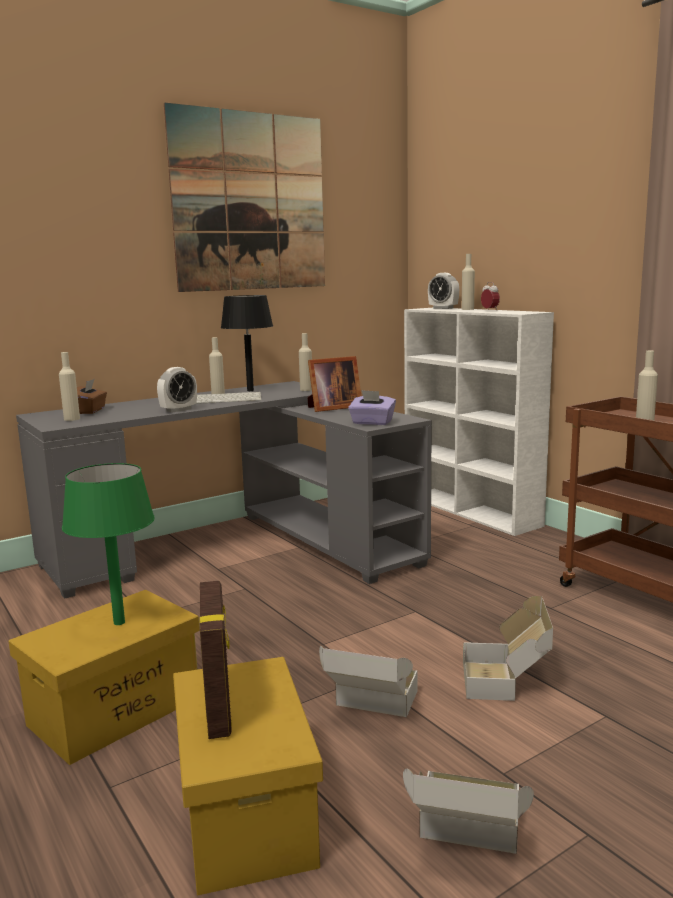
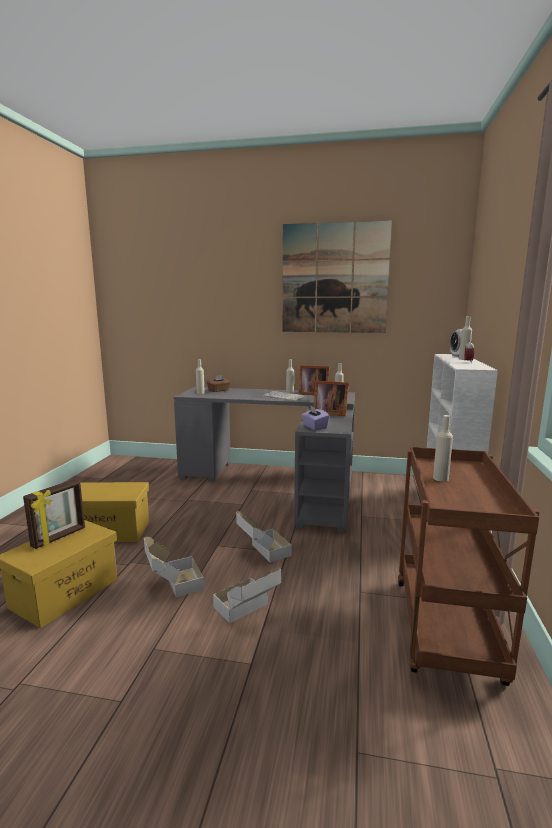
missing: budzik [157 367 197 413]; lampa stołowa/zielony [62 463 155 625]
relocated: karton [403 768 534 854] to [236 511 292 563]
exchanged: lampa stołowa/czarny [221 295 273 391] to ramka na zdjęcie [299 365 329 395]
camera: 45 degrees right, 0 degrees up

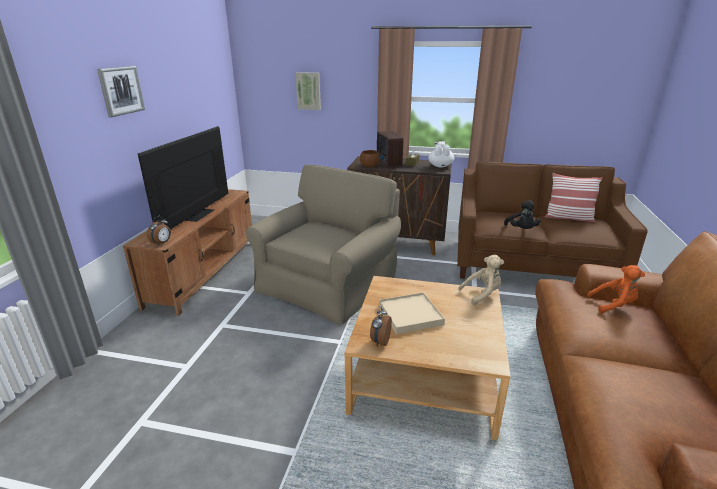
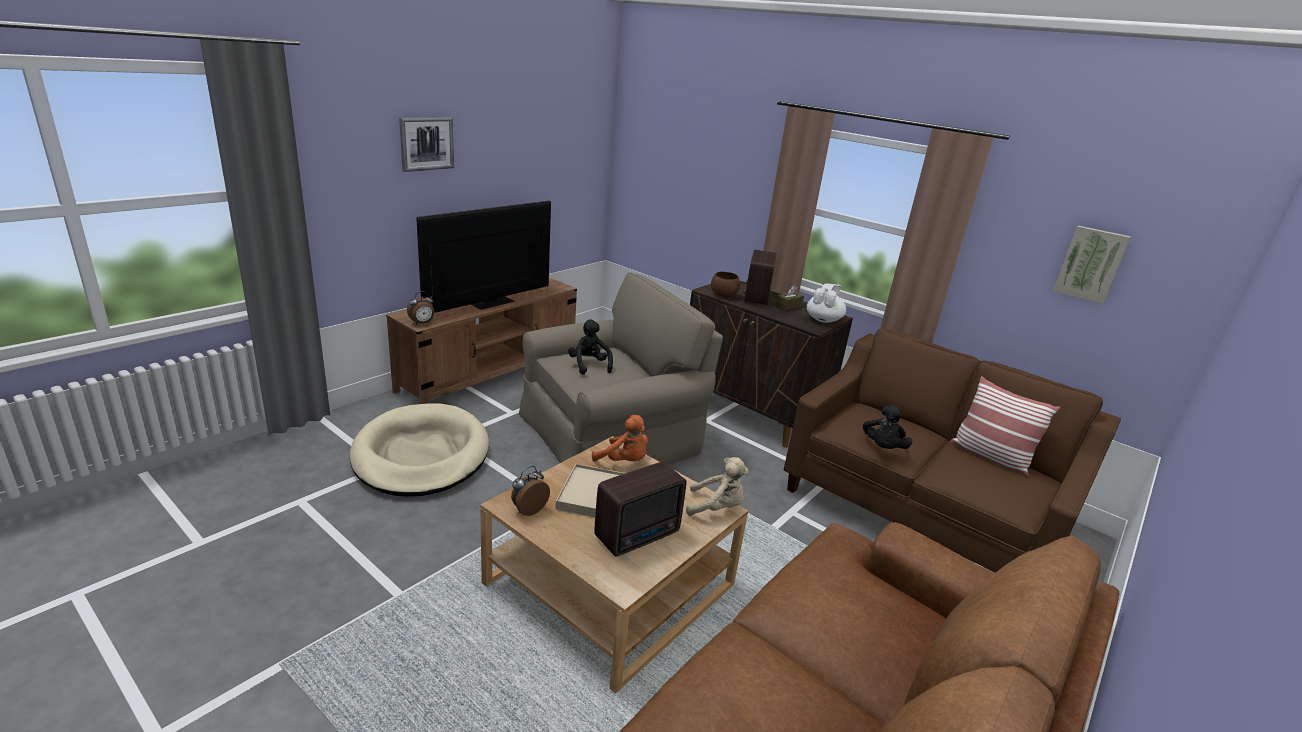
appeared: pluszak/czarny [568 320 613 375]; legowisko/beżowy [350 403 489 497]; radio [594 461 686 557]
relocated: obraz [296 72 321 110] to [1053 226 1131 304]; pluszak/pomarańczowy [587 265 645 313] to [592 415 648 461]
camera: 25 degrees right, 0 degrees up

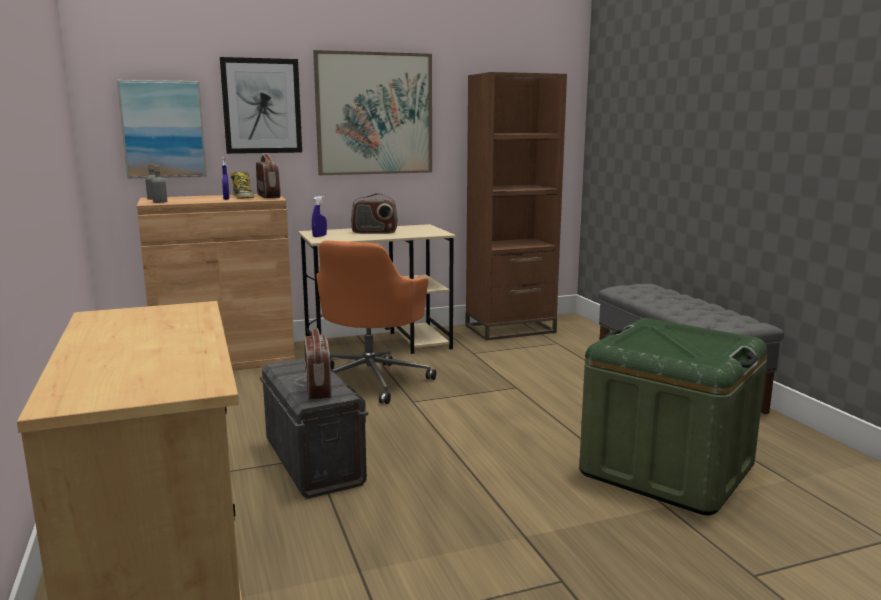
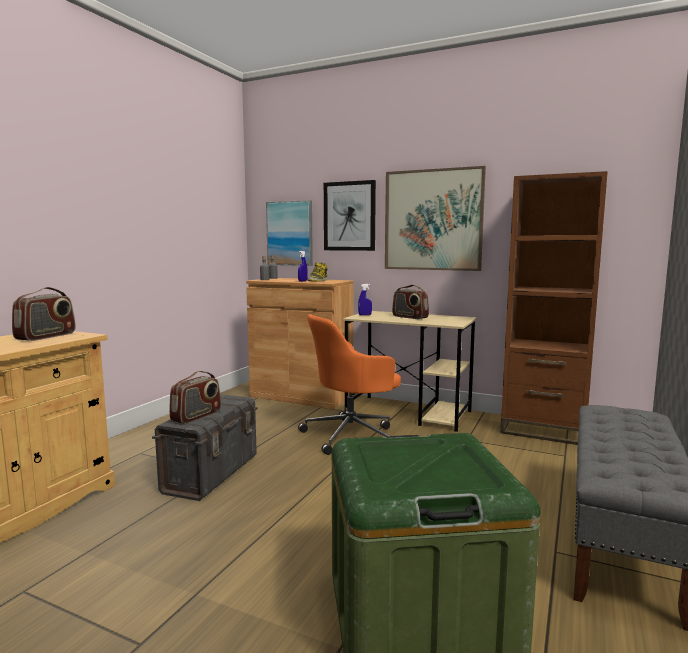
relocated: radio [256 154 281 198] to [12 287 76 341]
camera: 45 degrees right, 5 degrees down

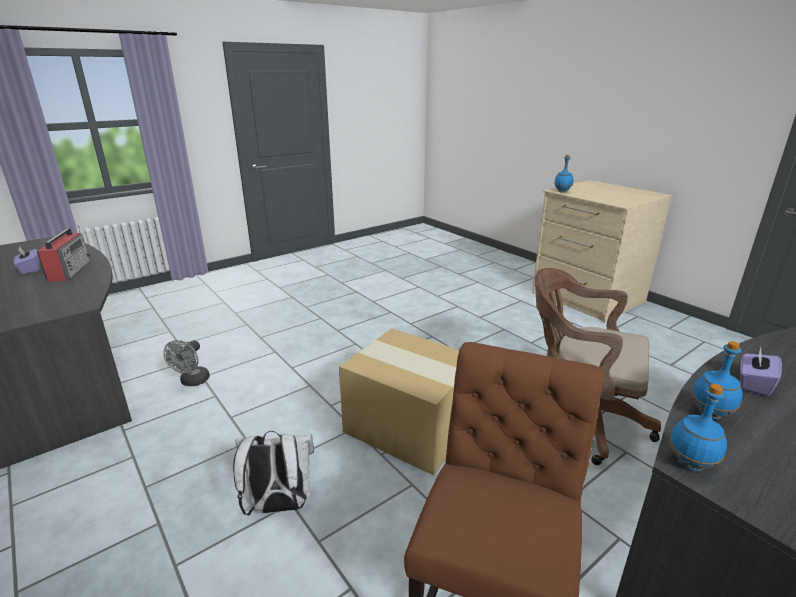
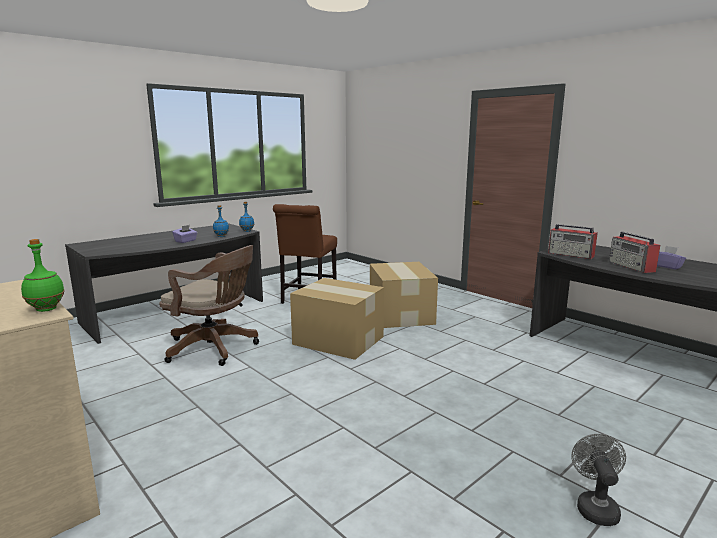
appeared: radio [548 224 598 259]
relocated: wentylator/szary [163 340 210 386] to [571 434 626 526]
exchanged: plecak/biały [233 431 314 515] to karton [370 262 438 328]
colour: butelka/niebieski [554 155 574 193] to butelka/zielony [21 239 65 312]
camera: 175 degrees right, 10 degrees down

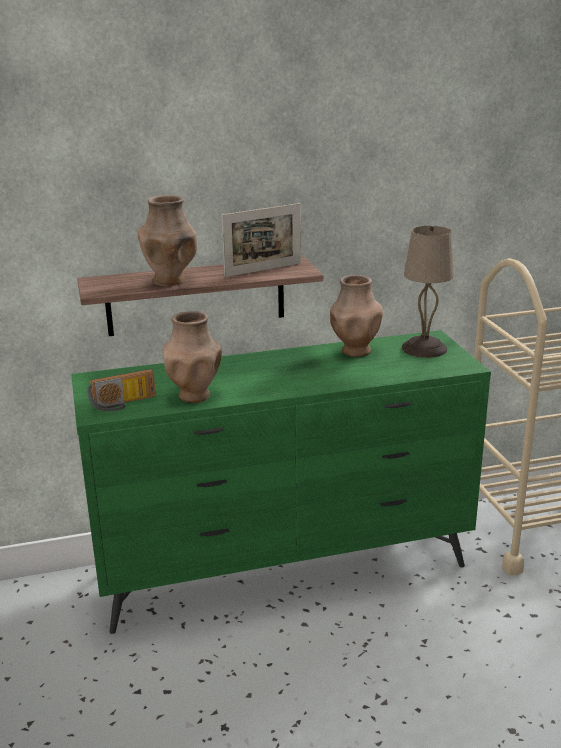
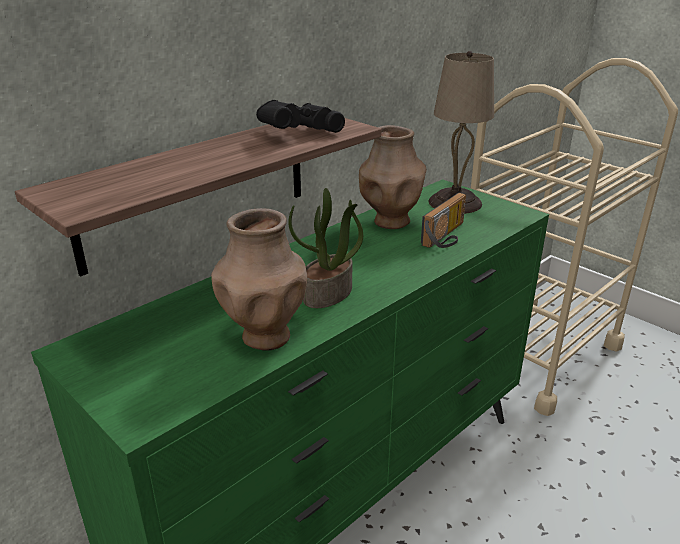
missing: wazon/brązowy [137 195 197 286]
appeared: roślina doniczkowa [289 188 363 308]
relocated: radio [87 369 156 411] to [421 193 466 248]
exchanged: ramka na zdjęcie [222 203 301 277] to lornetka/czarny [256 100 345 133]
camera: 30 degrees left, 5 degrees up

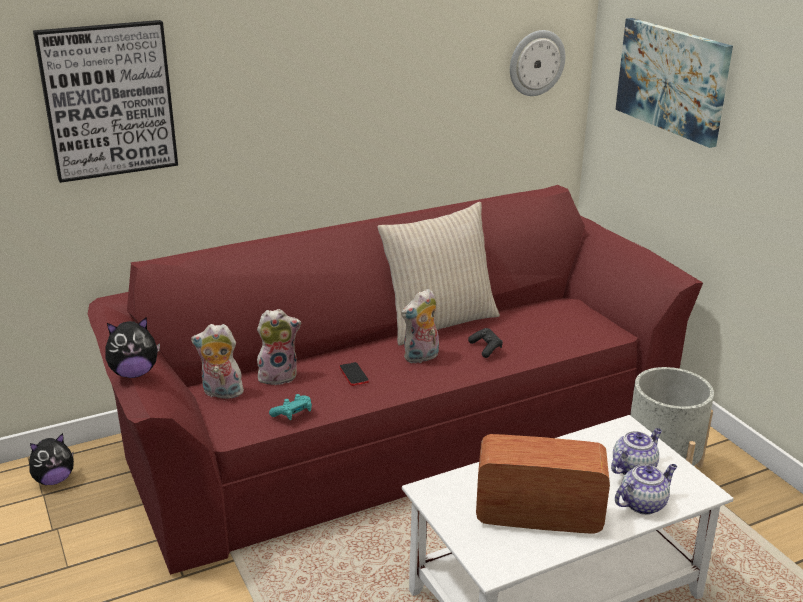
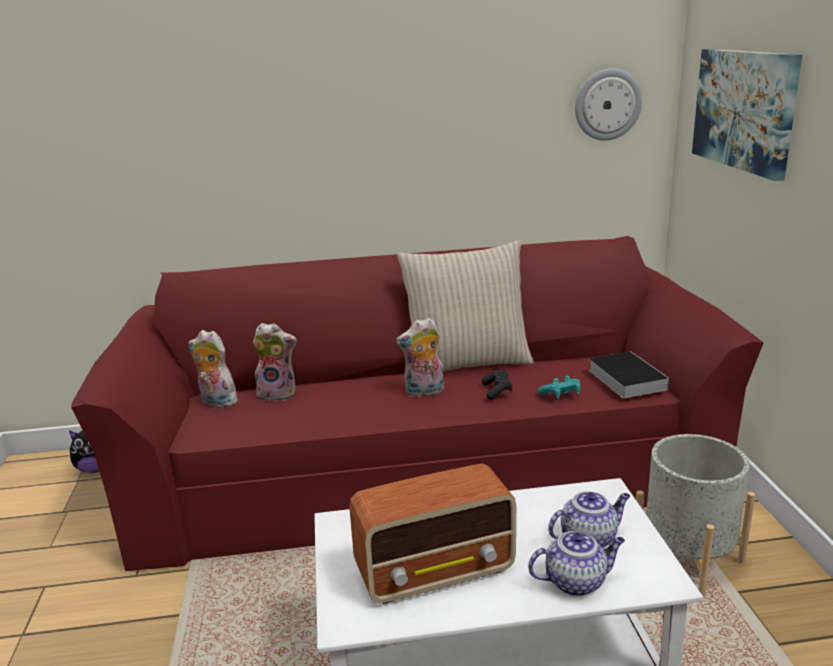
missing: obraz [33 20 178 183]; pluszak [105 317 160 378]; telefon [340 362 369 386]
appeared: książka [589 351 670 398]
relocated: pad do gier/turkusowy [269 394 312 420] to [538 376 581 399]
spun: radio [476 434 610 534] = [349 463 516 604] 135 degrees clockwise
camera: 20 degrees right, 5 degrees down

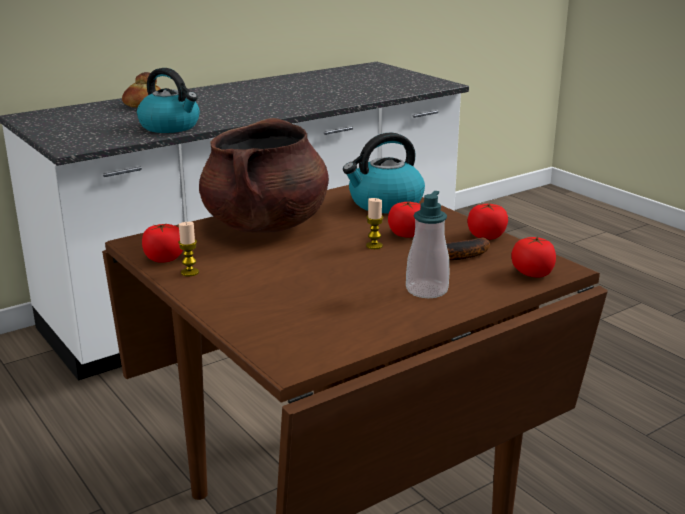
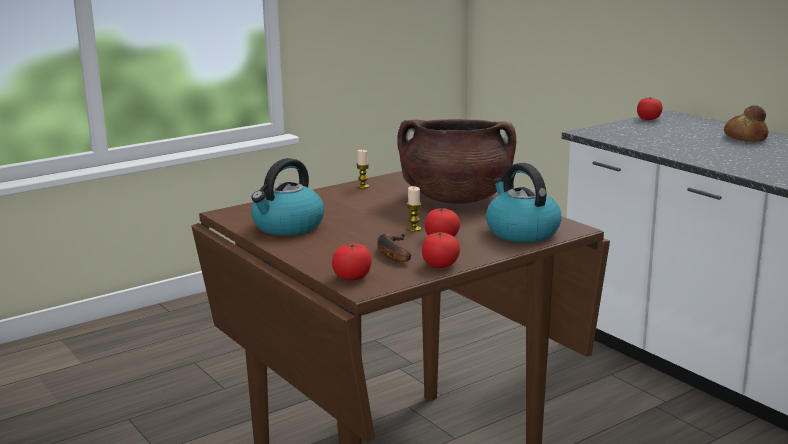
missing: dozownik mydła [406 191 449 298]
relocated: czajnik [137 68 200 133] to [251 158 324 236]; pomidor [142 224 183 263] to [637 97 663 120]
camera: 90 degrees right, 5 degrees down

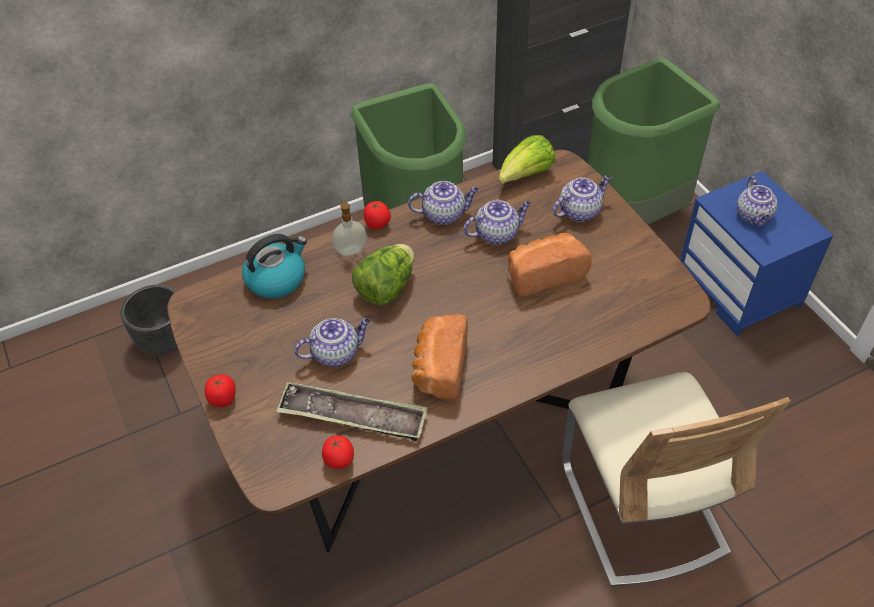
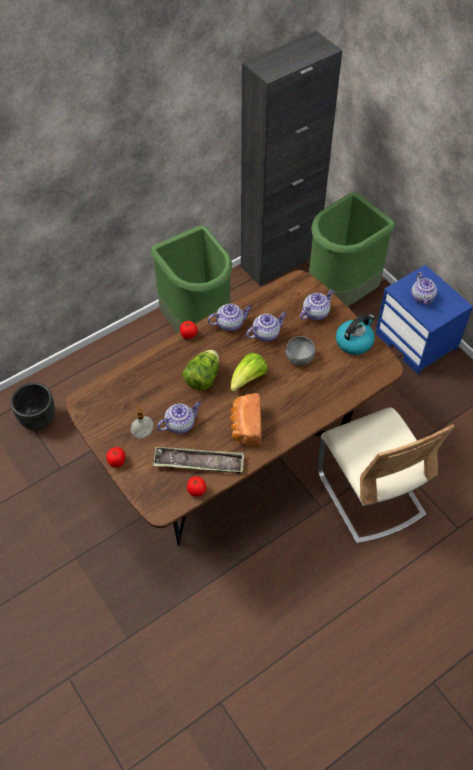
relocated: sałata [499 135 556 184] to [231 353 268 392]; dozownik mydła [332 200 367 256] to [131 406 153 439]; czajnik [242 234 307 299] to [336 314 375 355]
exchanged: chleb [508 233 592 297] to miska/szary [286 336 315 365]
camera: 10 degrees left, 5 degrees up

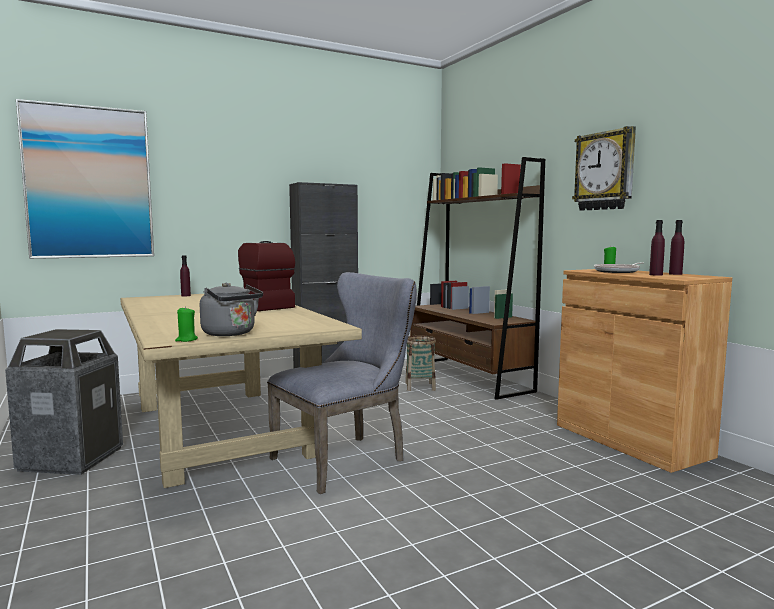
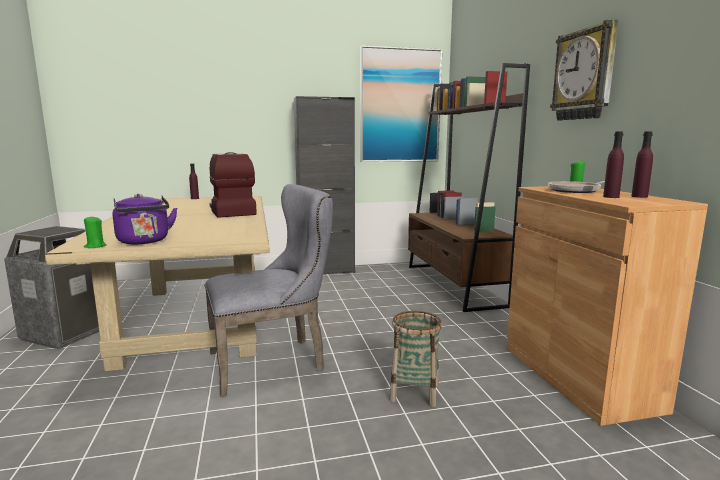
relocated: obraz [16 99 154 259] to [360 45 442 162]; koszyk [405 335 436 391] to [390 311 442 407]
colour: czajnik/szary [200 283 263 336] to czajnik/fioletowy [113 194 177 244]
camera: 15 degrees right, 5 degrees up

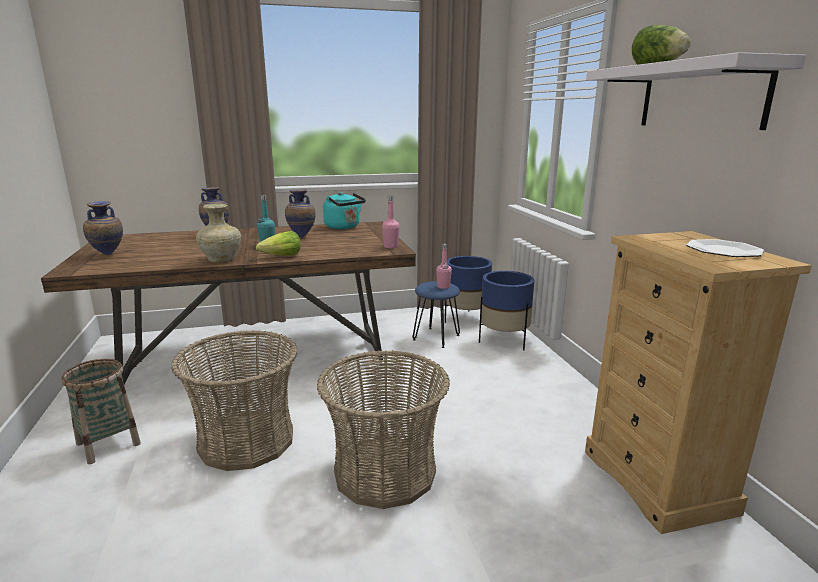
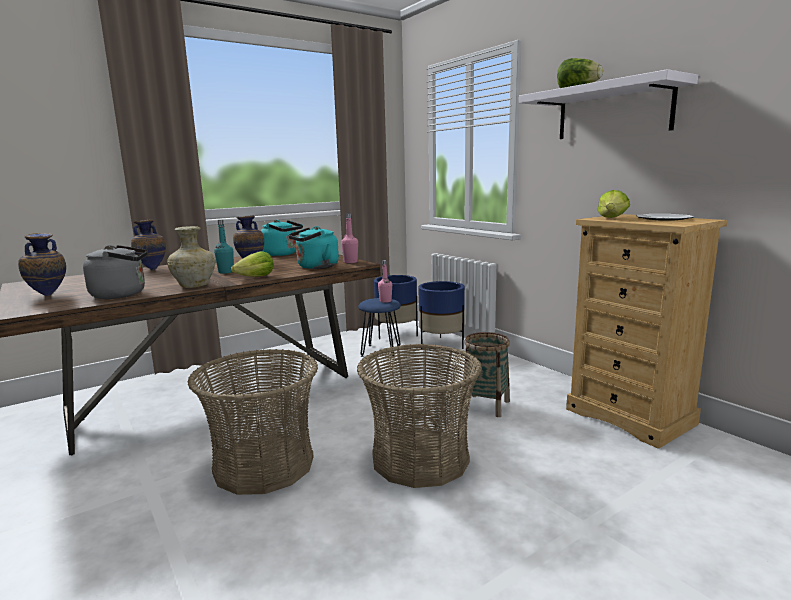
appeared: sałata [598 190 630 218]; czajnik/turkusowy [288 226 339 269]; czajnik/szary [83 245 148 299]
relocated: koszyk [61 359 141 464] to [463 332 510 417]
camera: 20 degrees left, 5 degrees down

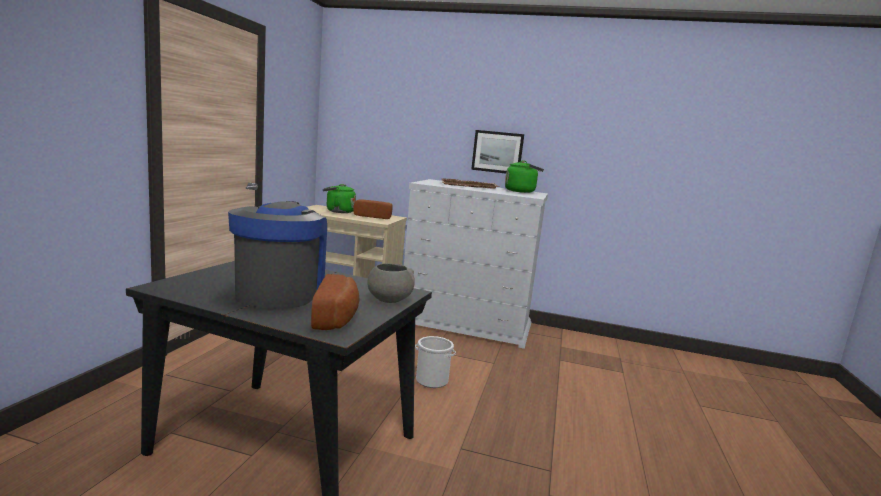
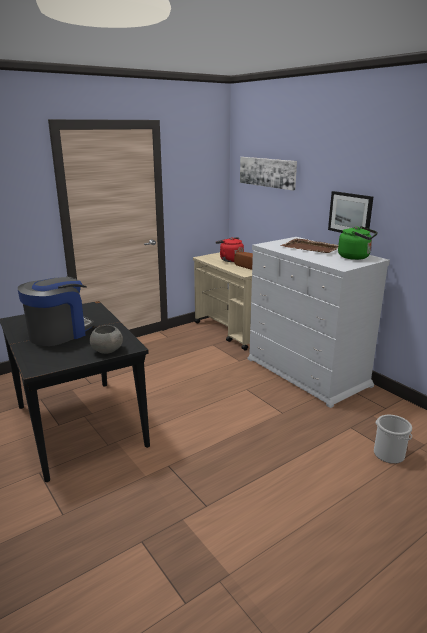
missing: chleb [311 274 360 330]
appeared: obraz [240 157 297 191]
relocated: wiadro [415 336 456 388] to [374 415 412 464]
colour: czajnik/zielony [323 184 356 213] to czajnik/czerwony [216 237 244 262]
camera: 40 degrees right, 10 degrees up

